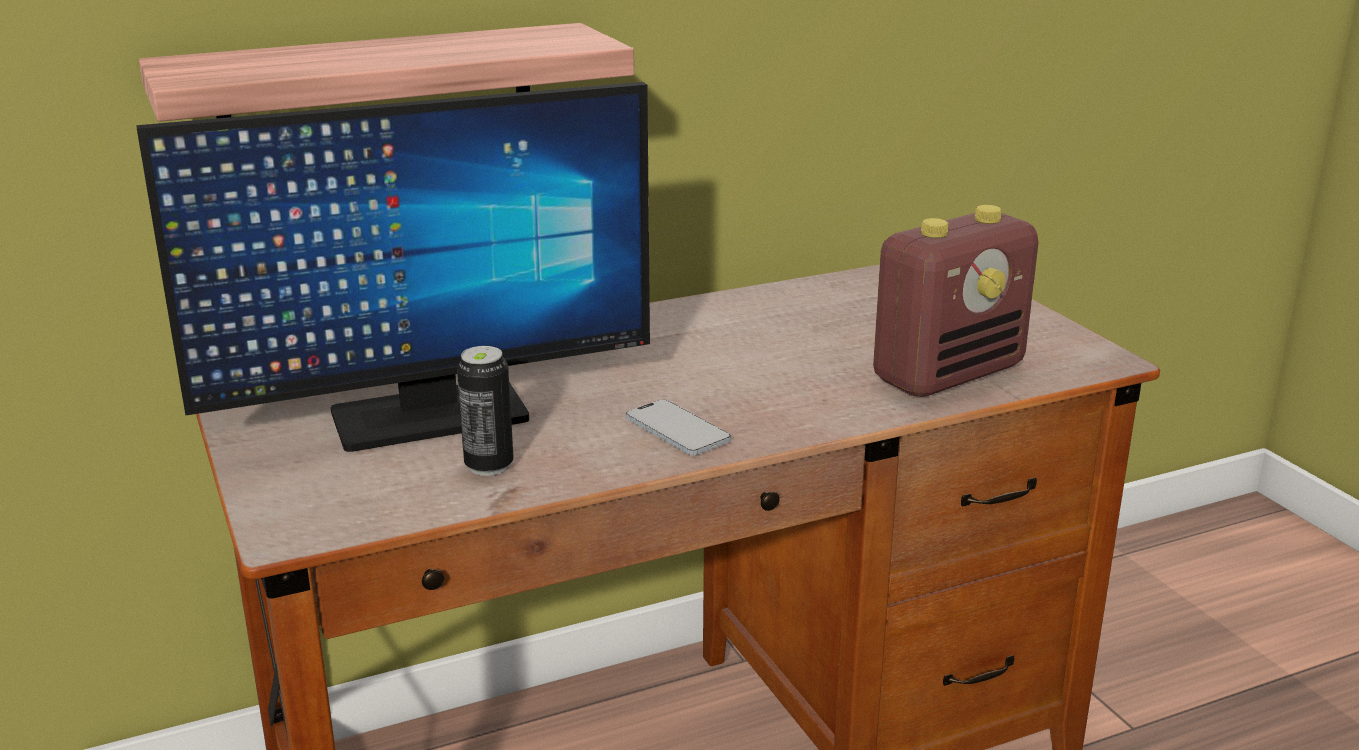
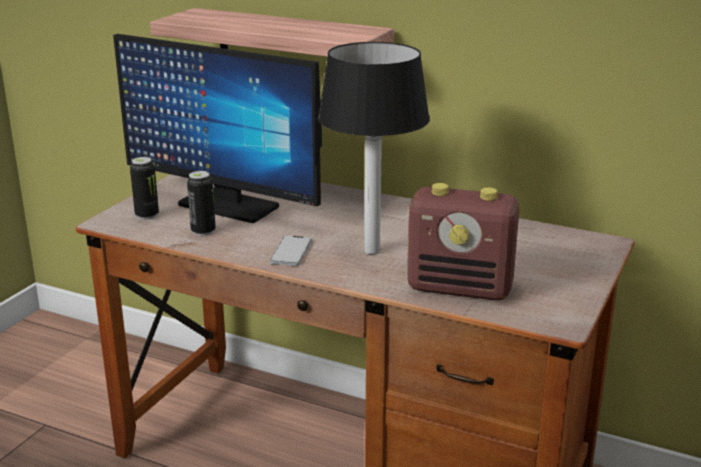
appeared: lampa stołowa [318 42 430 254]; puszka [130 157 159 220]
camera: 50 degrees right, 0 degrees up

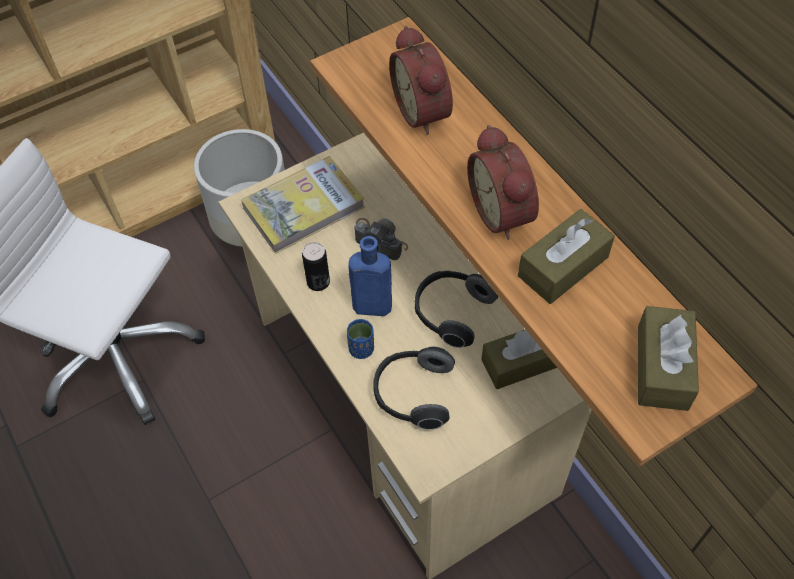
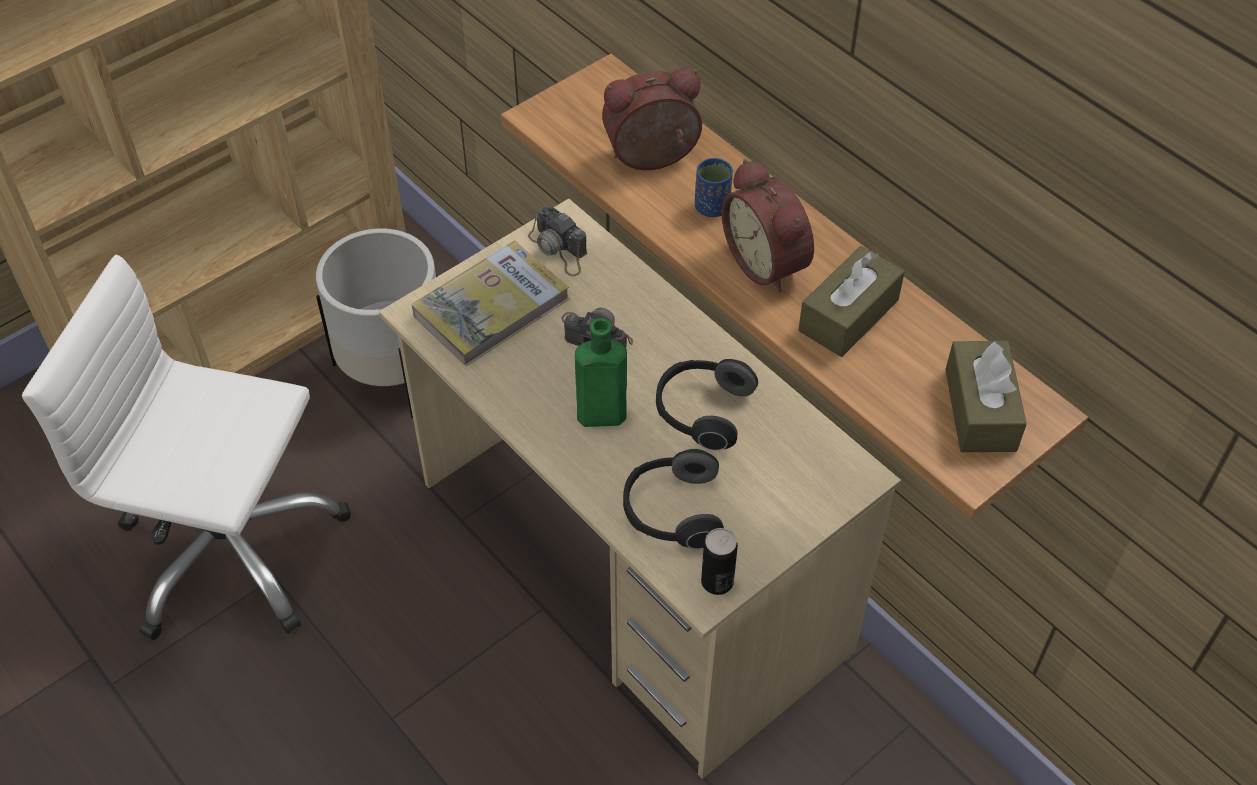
missing: pudełko chusteczek/brązowy [481 329 557 389]
appeared: aparat fotograficzny [528 206 587 276]
relocated: puszka [302 242 330 291] to [701 528 738 595]; filiżanka/niebieski [347 319 374 359] to [695 158 733 217]
colour: butelka/niebieski [348 236 392 316] to butelka/zielony [575 318 627 427]
spun: budzik [389 26 453 135] = [602 68 702 170] 105 degrees clockwise
camera: 10 degrees left, 5 degrees down

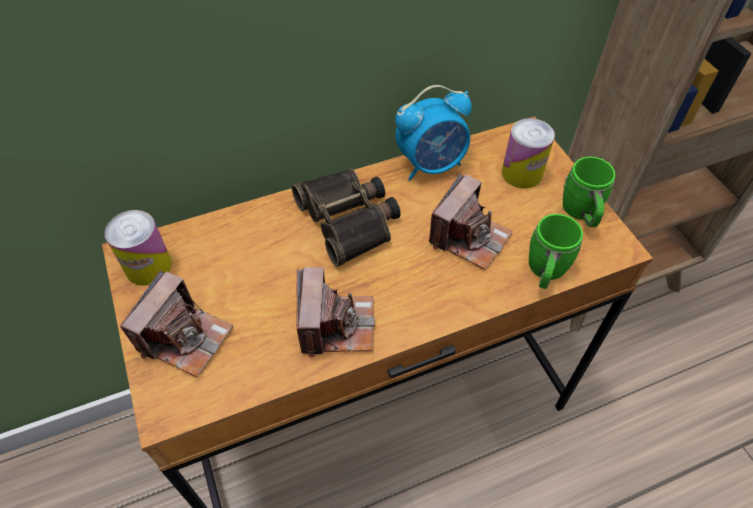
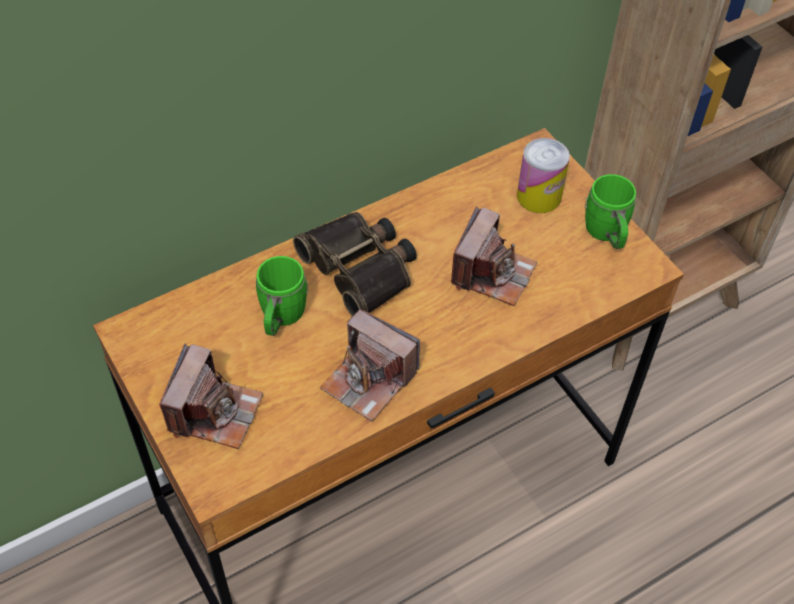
missing: budzik [395 85 472 180]; puszka [104 210 172 286]
relocated: kubek/zielony [529 214 583 289] to [256 256 308 336]
spun: aparat fotograficzny [296 267 375 358] = [320 309 420 421] 135 degrees clockwise
camera: 10 degrees left, 0 degrees up

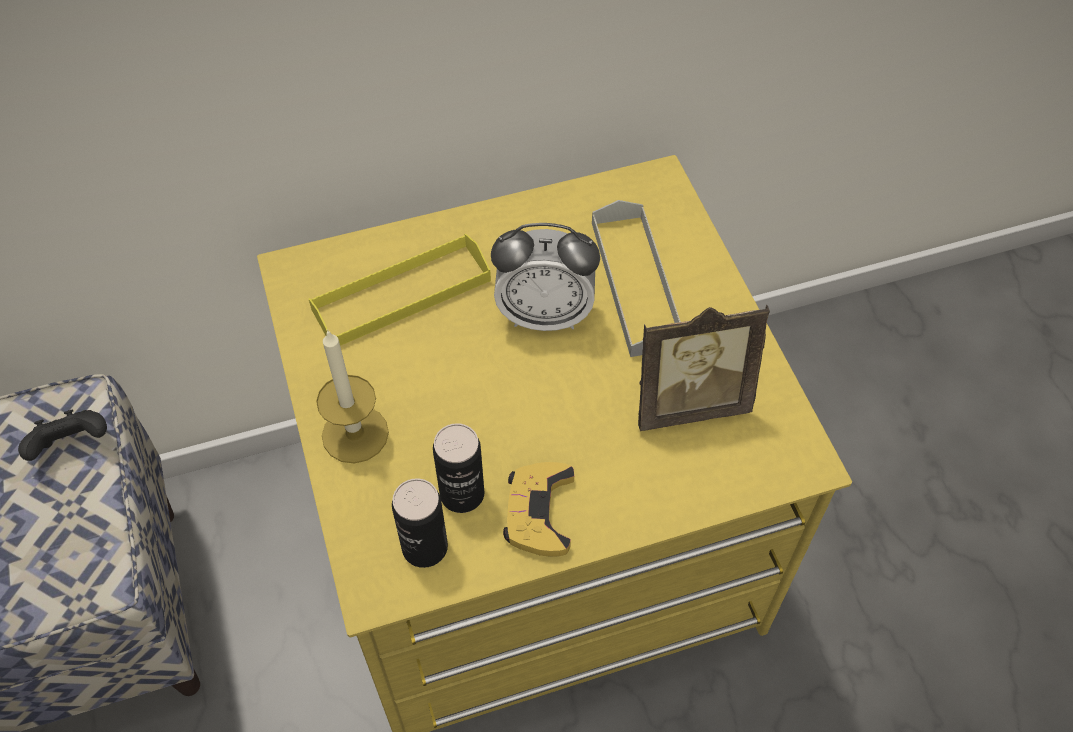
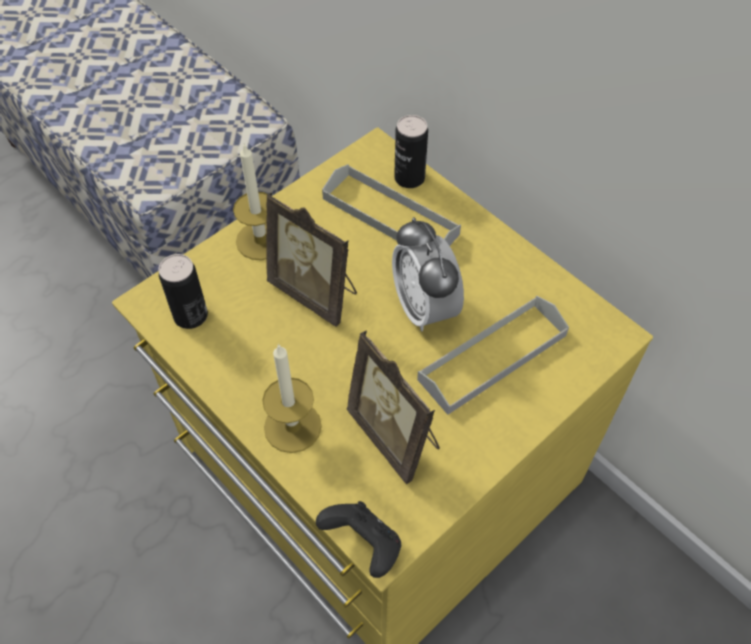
missing: pad do gier/żółty [503 462 574 557]
appeared: ramka na zdjęcie [266 192 357 327]; świeca [262 344 322 453]
relocated: pad do gier/czarny [18 410 107 461] to [316 501 401 578]; puszka [433 423 484 513] to [394 115 428 188]
colour: taca/żółty [309 234 491 346] to taca/szary [322 164 461 246]
camera: 65 degrees right, 0 degrees up

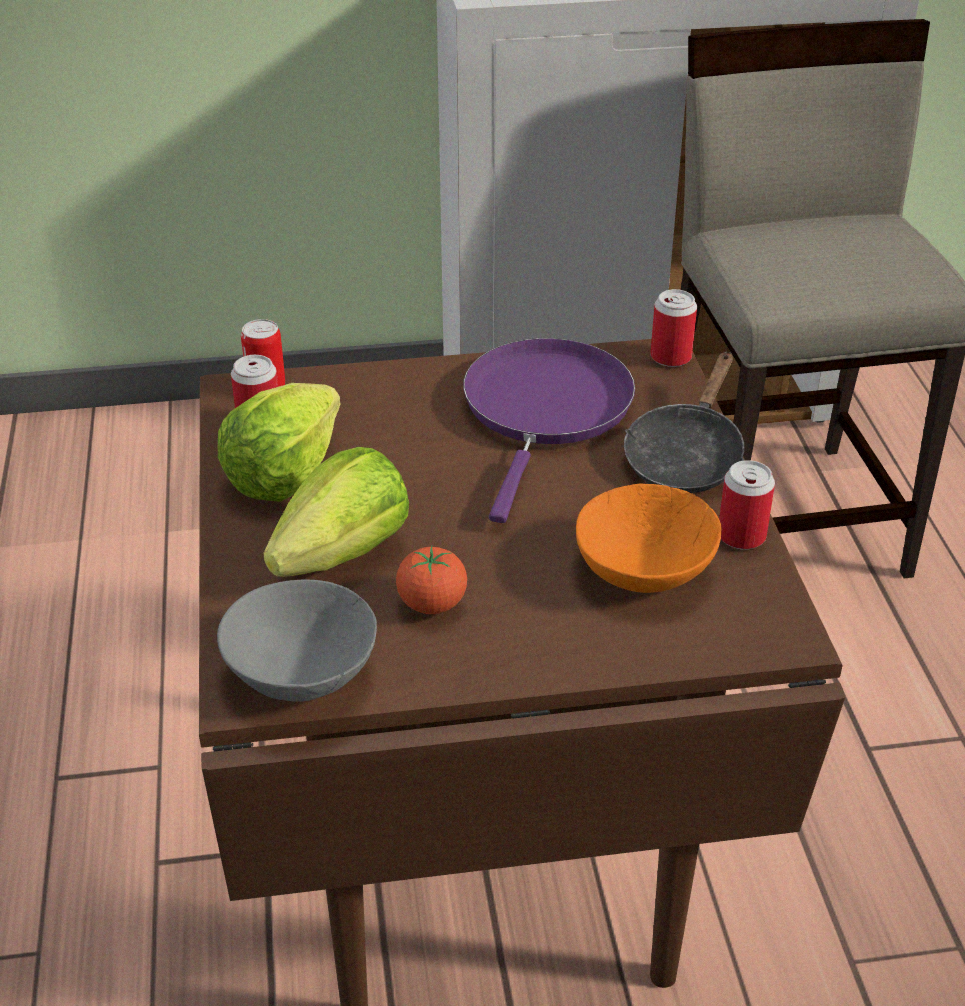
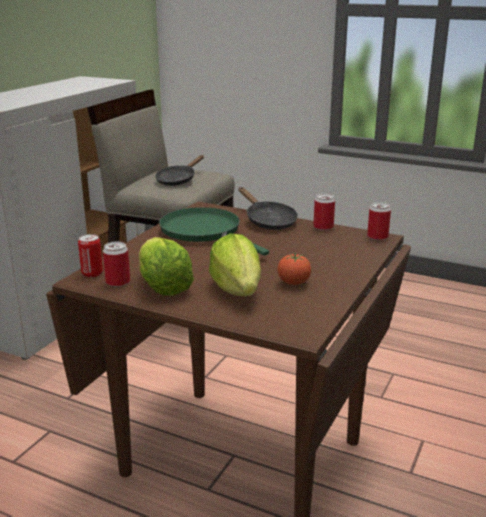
missing: miska/pomarańczowy [576 484 722 593]; miska/szary [217 580 377 702]
appeared: patelnia/czarny [155 155 204 186]
relocated: puszka [650 289 697 367] to [367 202 391 240]
colour: patelnia/fioletowy [463 338 635 523] to patelnia/zielony [159 207 269 256]
camera: 55 degrees left, 15 degrees down

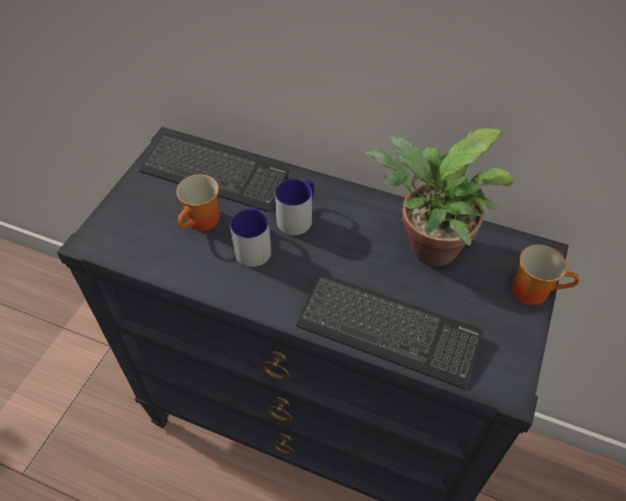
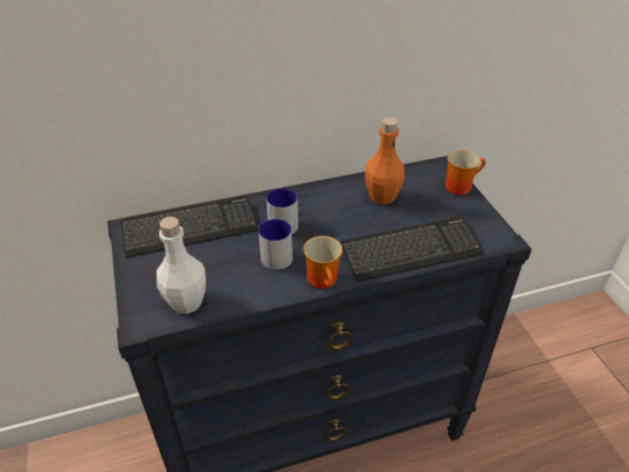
appeared: butelka/biały [157 217 206 314]
relocated: kubek [176 174 220 231] to [303 236 343 289]
exchanged: roślina doniczkowa [365 128 514 266] to butelka/pomarańczowy [365 117 405 205]
camera: 40 degrees left, 10 degrees down

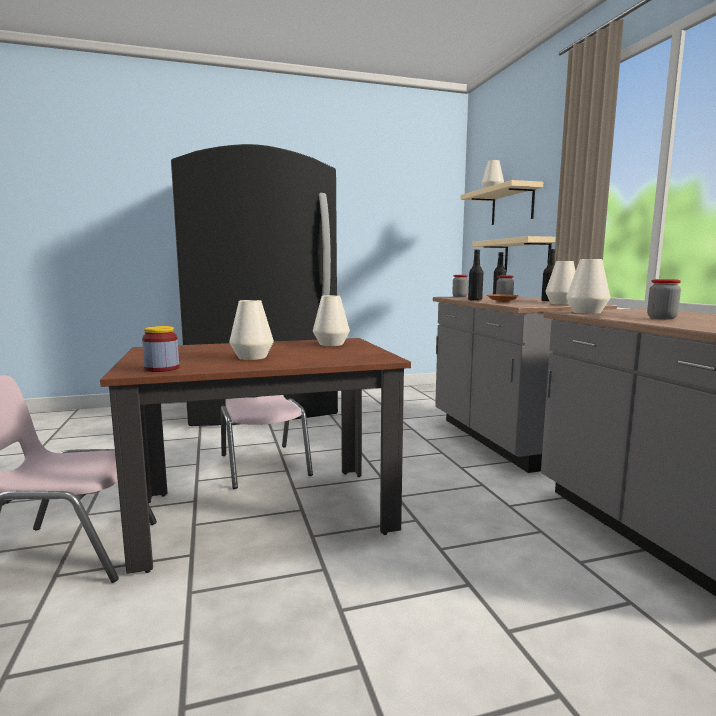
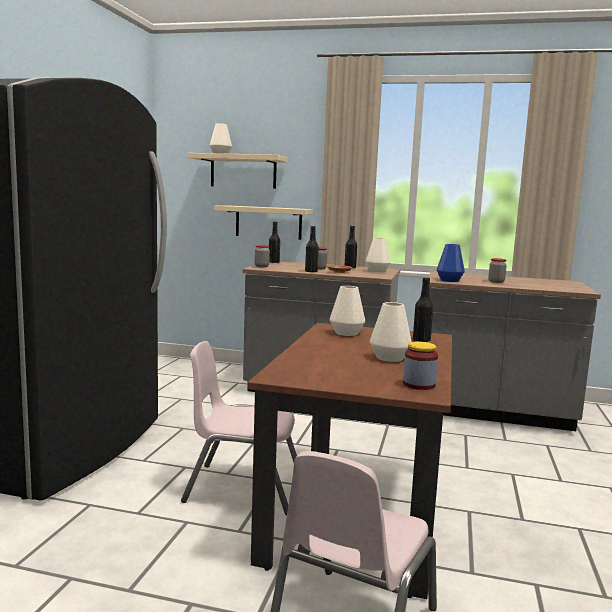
appeared: butelka/czarny [413 277 433 342]
colour: wazon/biały [566 259 610 314] to wazon/niebieski [437 244 465 282]
camera: 60 degrees left, 0 degrees up

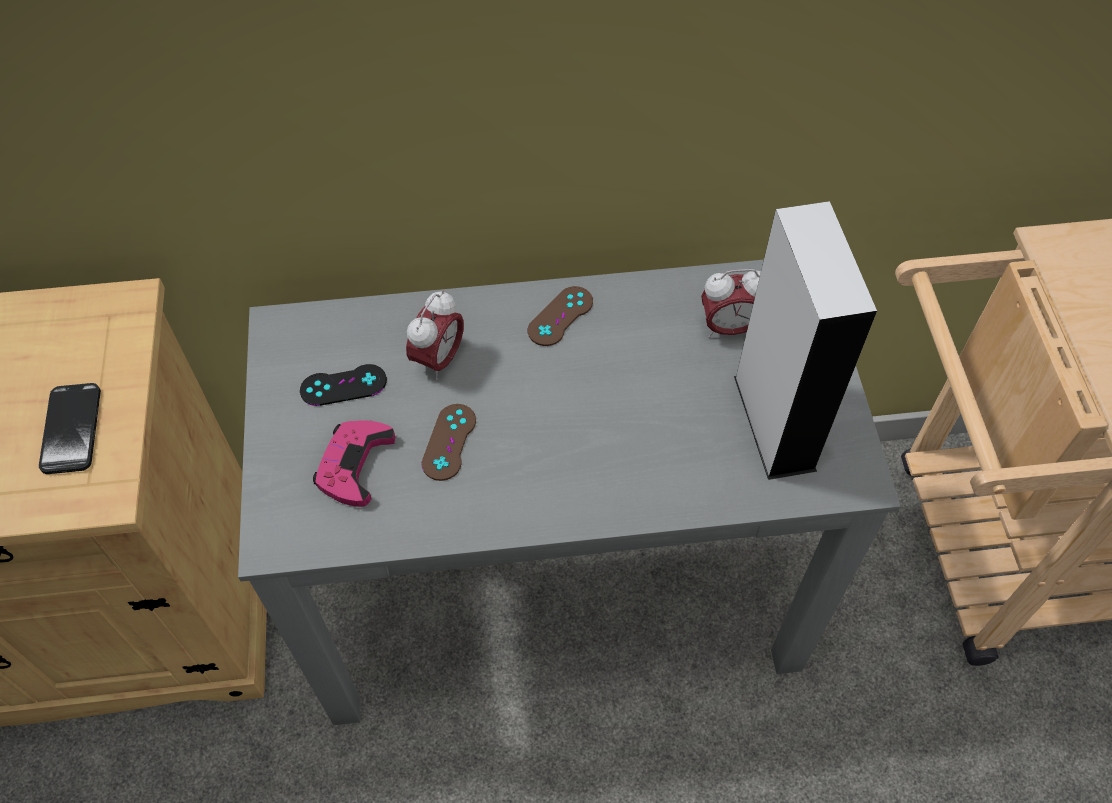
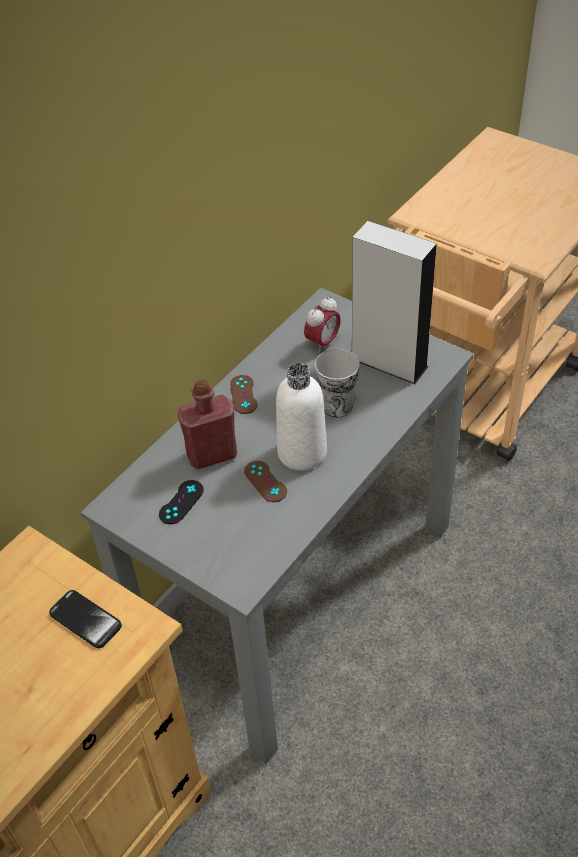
missing: pad do gier/różowy [313 420 395 507]
appeared: filiżanka [315 348 360 418]; butelka/biały [276 363 327 471]
exchanged: budzik [406 290 464 380] to butelka/czerwony [178 379 237 470]
camera: 45 degrees left, 10 degrees down

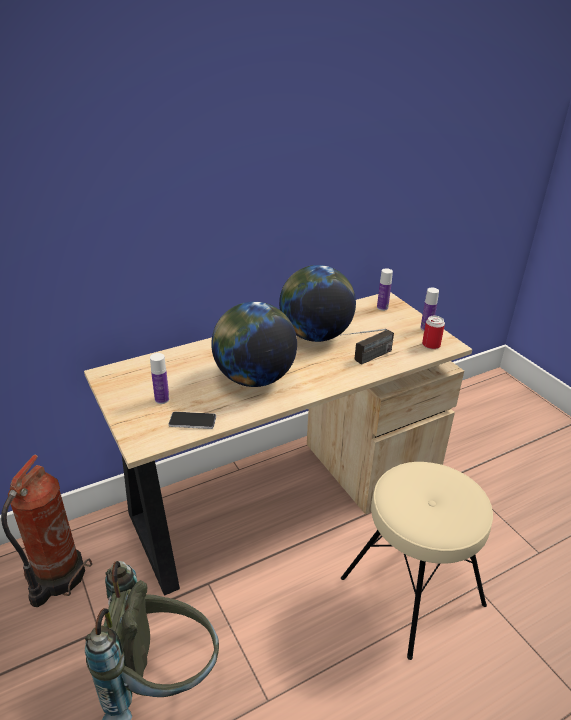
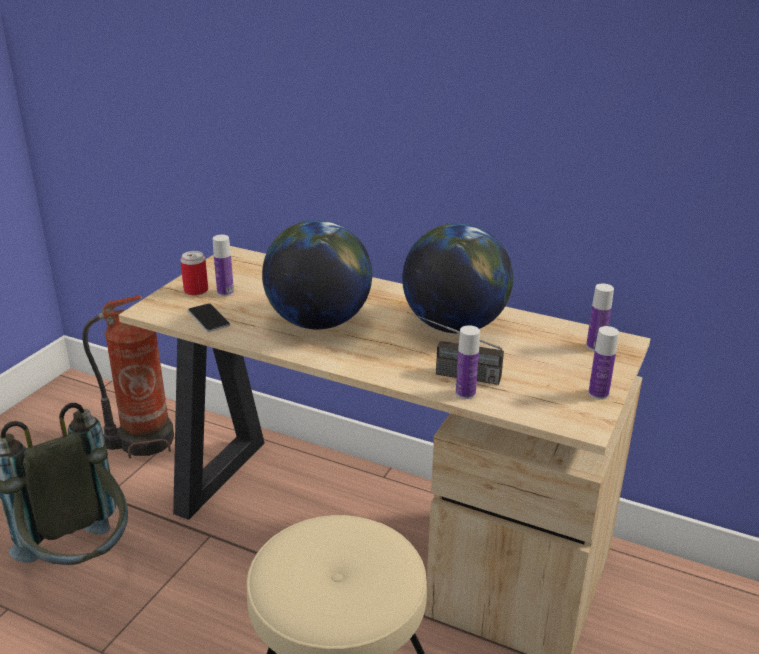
appeared: butelka [456 325 480 399]
relocated: puszka [422 316 445 349] to [180 251 208 296]
camera: 55 degrees right, 5 degrees down

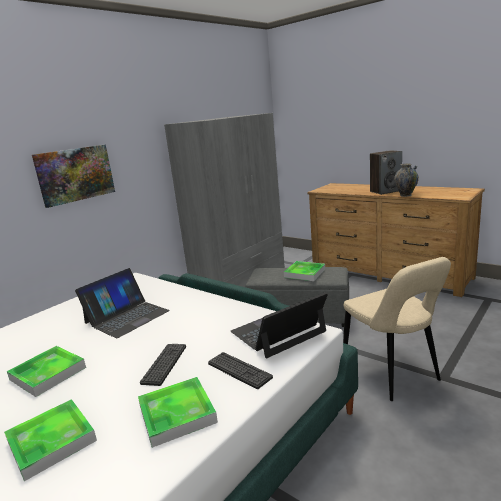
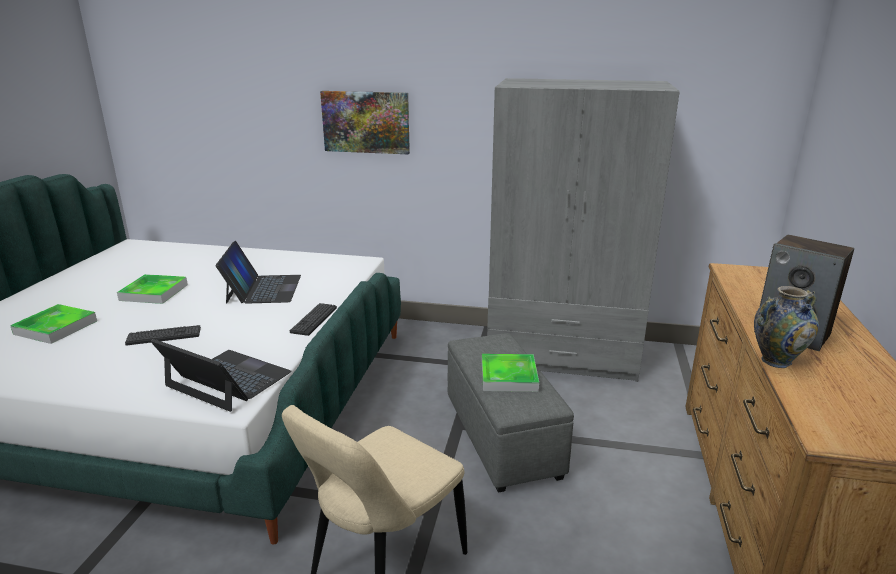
missing: taca [138 377 218 448]
relocated: klawiatura [208 352 273 389] to [290 303 337 336]
spun: laptop [75 268 170 338] = [215 241 301 304] 105 degrees counterclockwise
camera: 60 degrees right, 5 degrees up

